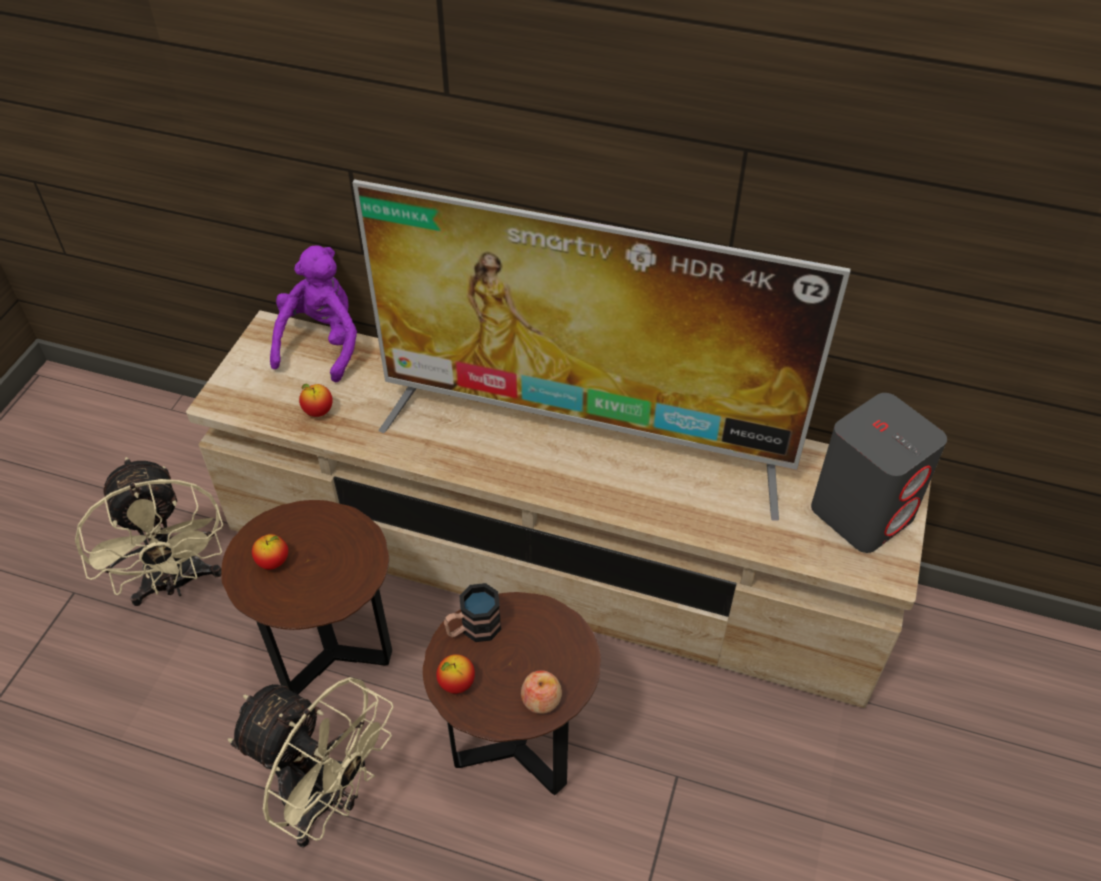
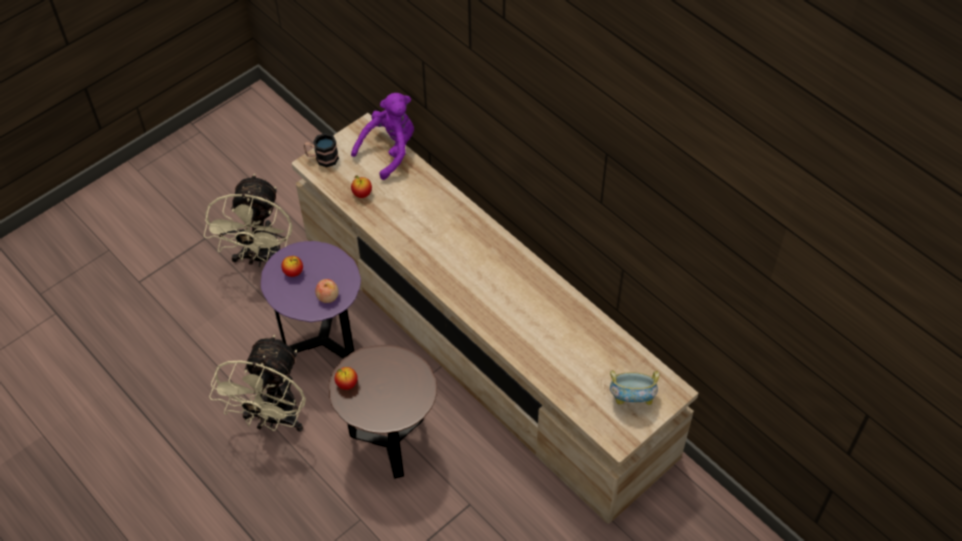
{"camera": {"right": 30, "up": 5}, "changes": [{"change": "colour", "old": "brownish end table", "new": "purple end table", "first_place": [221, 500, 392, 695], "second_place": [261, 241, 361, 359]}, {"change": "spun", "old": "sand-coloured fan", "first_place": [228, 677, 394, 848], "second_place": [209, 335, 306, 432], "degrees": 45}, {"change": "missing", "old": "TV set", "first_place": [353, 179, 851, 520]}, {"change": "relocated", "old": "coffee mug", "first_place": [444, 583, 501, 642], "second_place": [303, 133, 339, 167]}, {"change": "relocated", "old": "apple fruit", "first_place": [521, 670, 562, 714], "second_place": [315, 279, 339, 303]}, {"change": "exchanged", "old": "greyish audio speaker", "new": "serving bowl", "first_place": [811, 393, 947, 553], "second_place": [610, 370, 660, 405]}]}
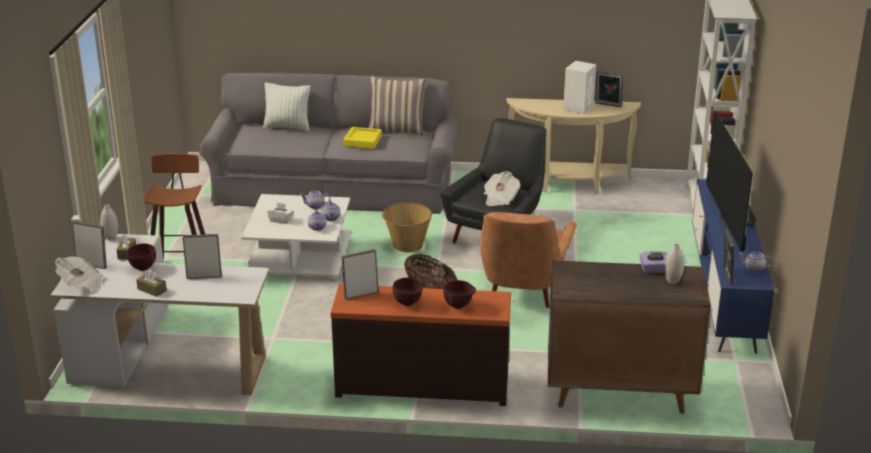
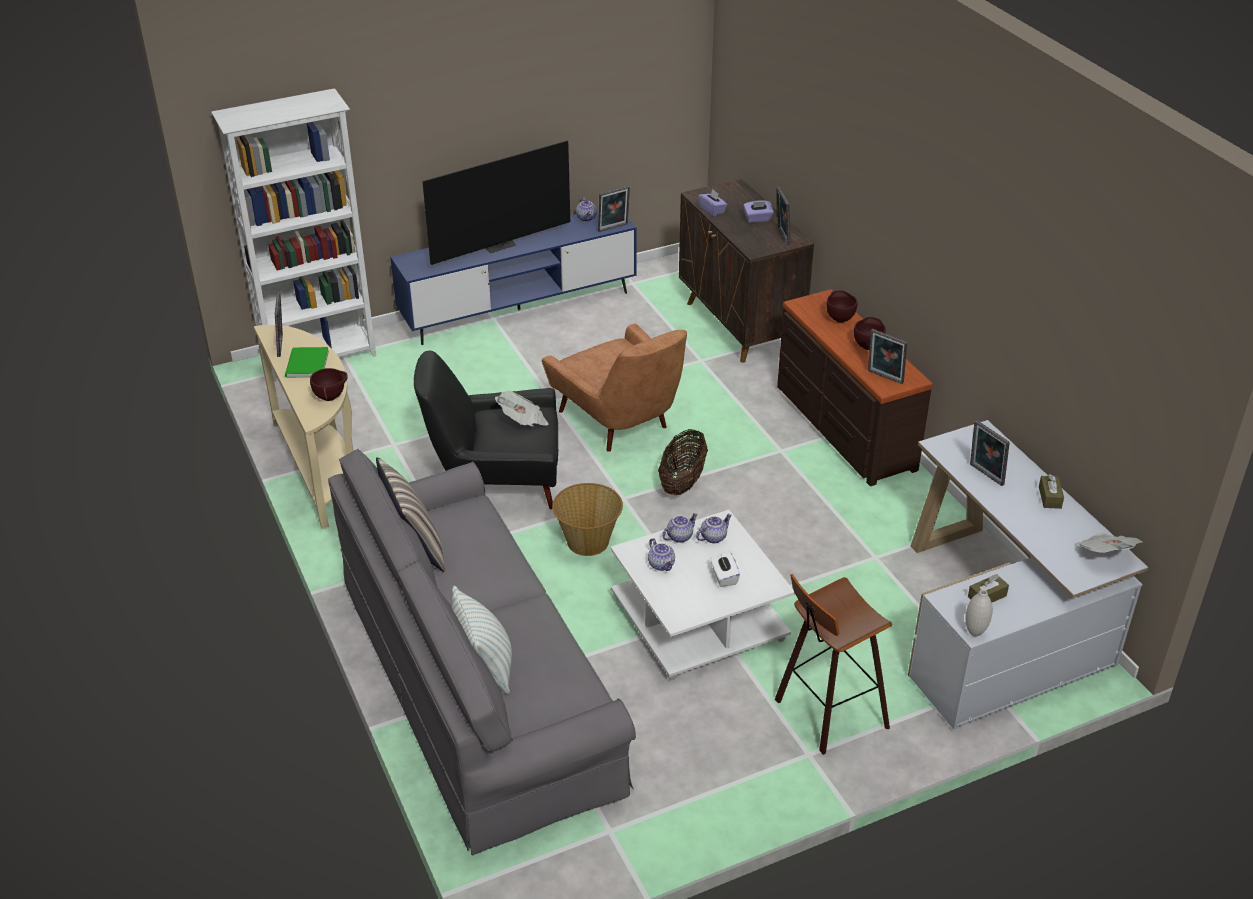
{"camera": {"right": -120, "up": 10}, "changes": [{"change": "relocated", "old": "standing frame", "first_place": [72, 221, 107, 269], "second_place": [776, 187, 791, 245]}, {"change": "relocated", "old": "brownish serving bowl", "first_place": [127, 244, 156, 271], "second_place": [310, 368, 348, 401]}, {"change": "missing", "old": "yellowish serving tray", "first_place": [344, 127, 382, 149]}, {"change": "spun", "old": "brownish armchair", "first_place": [480, 212, 577, 308], "second_place": [542, 324, 687, 452], "degrees": 75}, {"change": "exchanged", "old": "whitish audio speaker", "new": "green volume", "first_place": [563, 61, 596, 115], "second_place": [285, 347, 329, 378]}, {"change": "missing", "old": "whitish vase", "first_place": [665, 244, 684, 284]}, {"change": "appeared", "new": "purple tissue box", "second_place": [743, 200, 774, 223]}]}
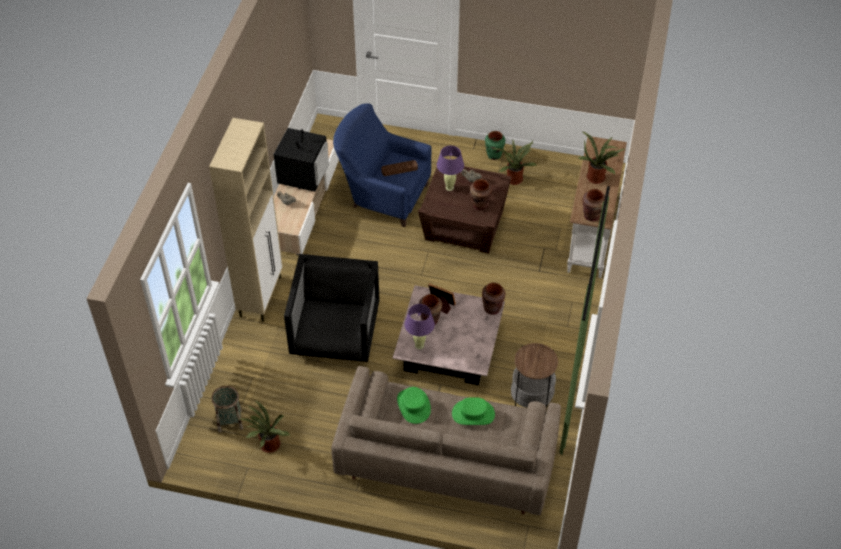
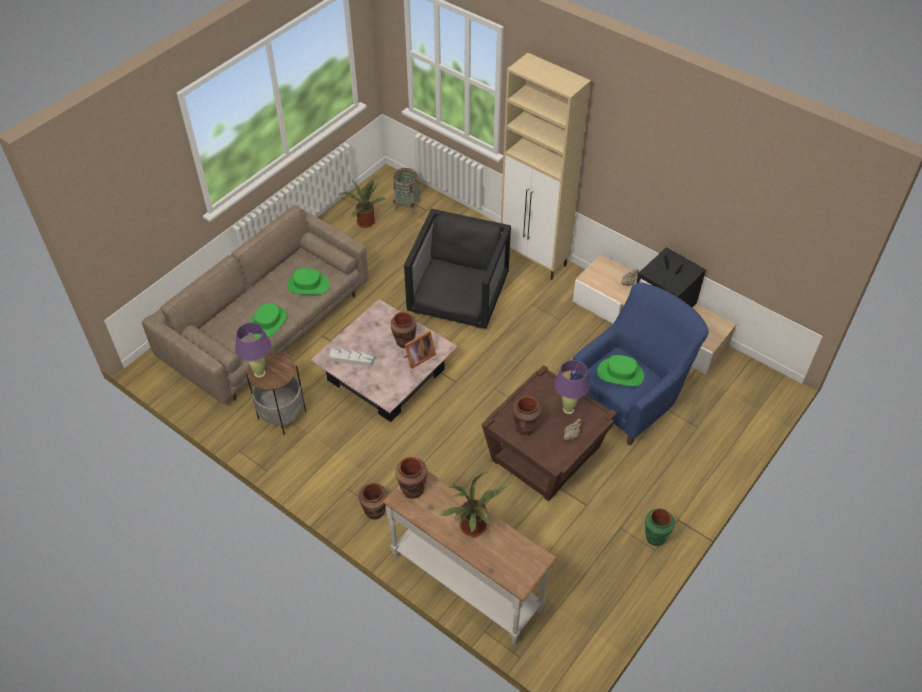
{"camera": {"right": 115, "up": 0}, "changes": [{"change": "spun", "old": "black armchair", "first_place": [284, 254, 379, 362], "second_place": [404, 209, 511, 329], "degrees": -105}, {"change": "exchanged", "old": "brownish serving tray", "new": "green wearable hat", "first_place": [381, 160, 418, 176], "second_place": [597, 355, 644, 386]}, {"change": "relocated", "old": "purple tabletop lamp", "first_place": [404, 304, 435, 349], "second_place": [235, 322, 271, 378]}, {"change": "relocated", "old": "brownish vase", "first_place": [482, 283, 506, 315], "second_place": [358, 483, 388, 519]}, {"change": "missing", "old": "plant in a pot", "first_place": [494, 140, 537, 185]}, {"change": "appeared", "new": "greyish serving tray", "second_place": [330, 348, 375, 366]}]}
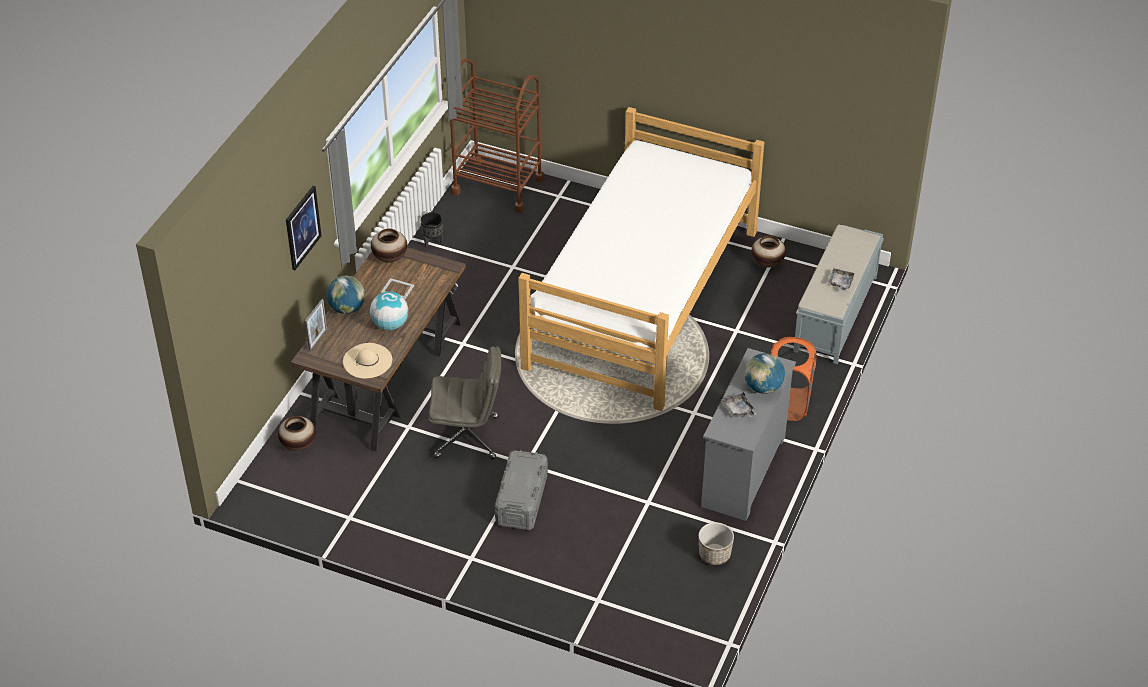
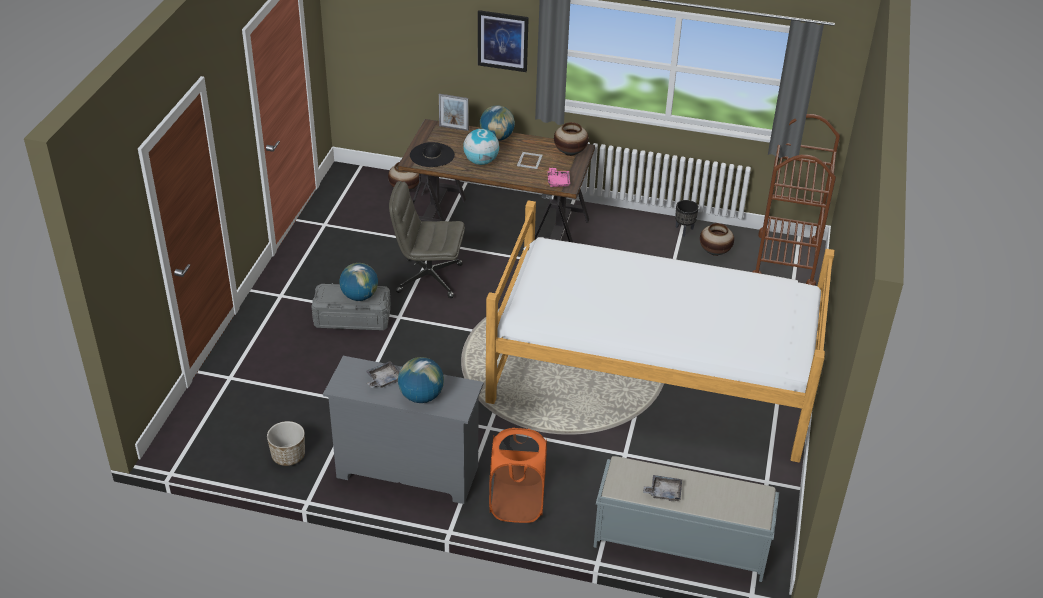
{"camera": {"right": 80, "up": -5}, "changes": [{"change": "colour", "old": "sand-coloured wearable hat", "new": "black wearable hat", "first_place": [343, 343, 392, 378], "second_place": [410, 142, 455, 167]}, {"change": "spun", "old": "greyish office chair", "first_place": [429, 346, 501, 459], "second_place": [389, 181, 465, 298], "degrees": 105}, {"change": "relocated", "old": "vase", "first_place": [752, 235, 786, 268], "second_place": [700, 223, 734, 256]}, {"change": "appeared", "new": "world globe", "second_place": [339, 263, 378, 301]}, {"change": "appeared", "new": "pink-coloured serving tray", "second_place": [548, 168, 570, 188]}]}
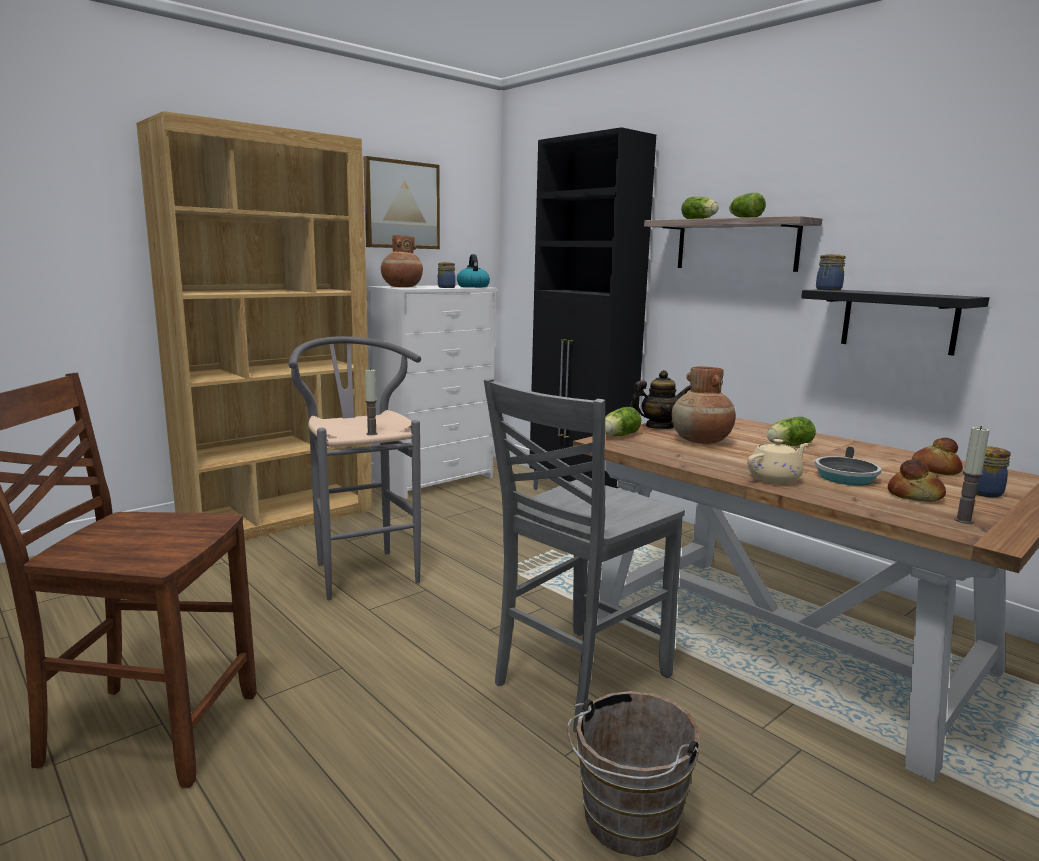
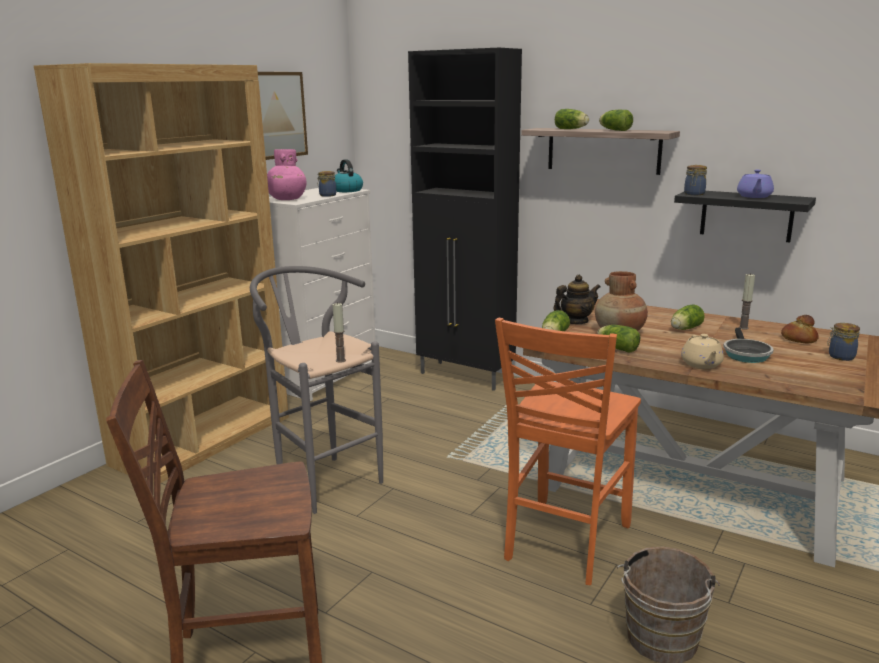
{"camera": {"right": -15, "up": 5}, "changes": [{"change": "colour", "old": "brownish vase", "new": "pink-coloured vase", "first_place": [381, 235, 423, 287], "second_place": [267, 149, 306, 200]}, {"change": "colour", "old": "greyish chair", "new": "orange chair", "first_place": [484, 378, 685, 733], "second_place": [495, 318, 641, 585]}, {"change": "spun", "old": "sand-coloured teapot", "first_place": [747, 439, 808, 484], "second_place": [681, 334, 724, 369], "degrees": 135}, {"change": "missing", "old": "bakery bread", "first_place": [888, 459, 946, 501]}, {"change": "relocated", "old": "candle", "first_place": [954, 426, 990, 524], "second_place": [739, 273, 755, 330]}, {"change": "appeared", "new": "lettuce head", "second_place": [597, 325, 640, 353]}, {"change": "appeared", "new": "purple teapot", "second_place": [737, 170, 774, 198]}]}
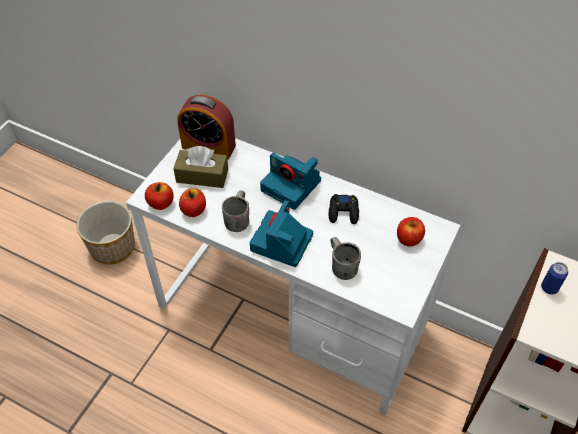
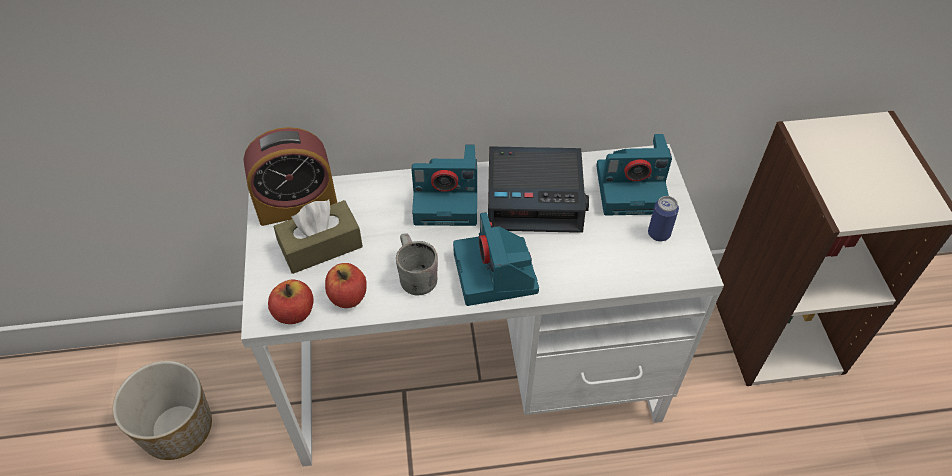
{"camera": {"right": -35, "up": 0}, "changes": [{"change": "exchanged", "old": "black joypad", "new": "table clock", "first_place": [329, 194, 359, 224], "second_place": [488, 146, 589, 233]}, {"change": "missing", "old": "greyish coffee mug", "first_place": [331, 237, 361, 280]}, {"change": "exchanged", "old": "apple fruit", "new": "photo camera", "first_place": [397, 217, 425, 246], "second_place": [596, 134, 672, 216]}, {"change": "relocated", "old": "metal can", "first_place": [541, 262, 568, 294], "second_place": [648, 196, 679, 241]}]}
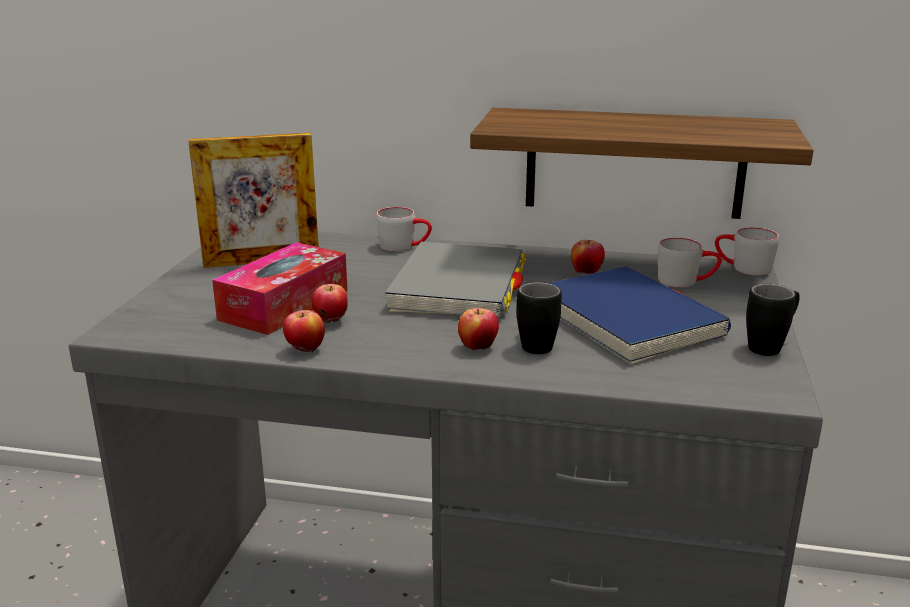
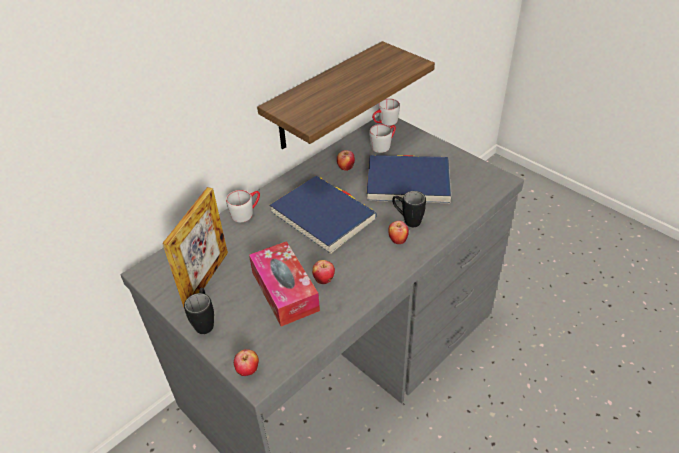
{"camera": {"right": -55, "up": 20}, "changes": [{"change": "relocated", "old": "apple fruit", "first_place": [283, 310, 325, 352], "second_place": [234, 349, 259, 376]}, {"change": "colour", "old": "greyish volume", "new": "blue-coloured volume", "first_place": [385, 242, 526, 318], "second_place": [269, 176, 377, 254]}, {"change": "relocated", "old": "black coffee mug", "first_place": [746, 284, 800, 356], "second_place": [184, 288, 214, 334]}]}
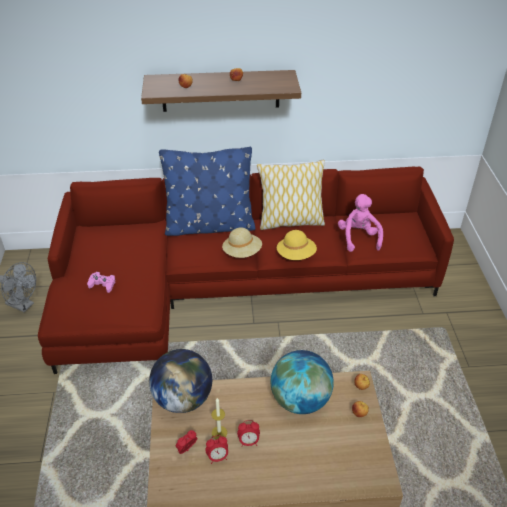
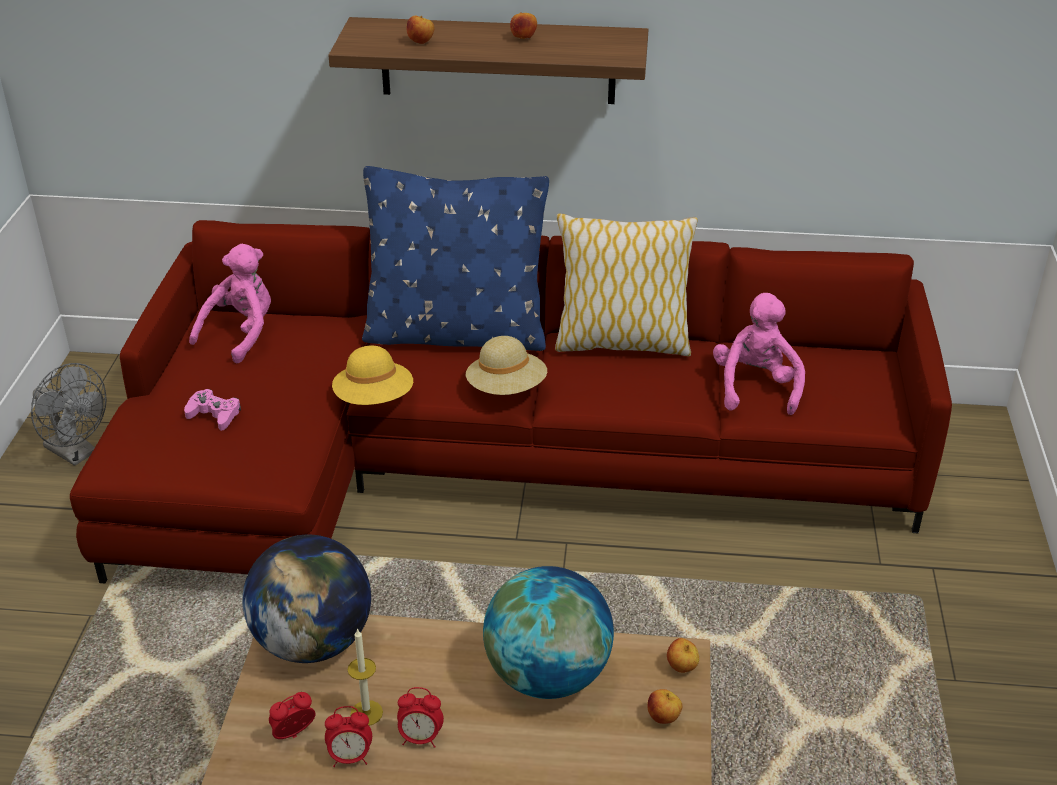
{"camera": {"right": 10, "up": -5}, "changes": [{"change": "relocated", "old": "yellowish wearable hat", "first_place": [277, 230, 317, 260], "second_place": [332, 346, 413, 405]}, {"change": "appeared", "new": "pink-coloured cuddly toy", "second_place": [189, 244, 271, 363]}]}
